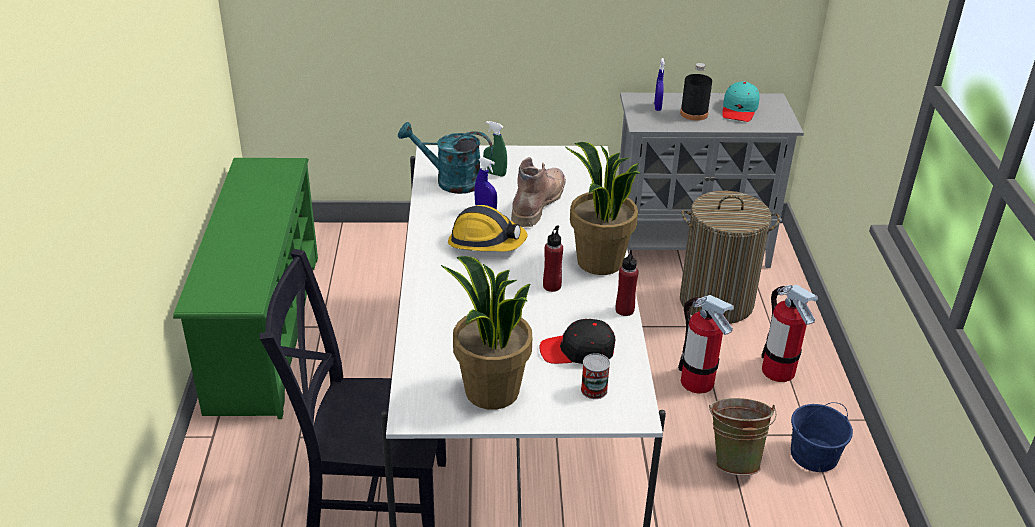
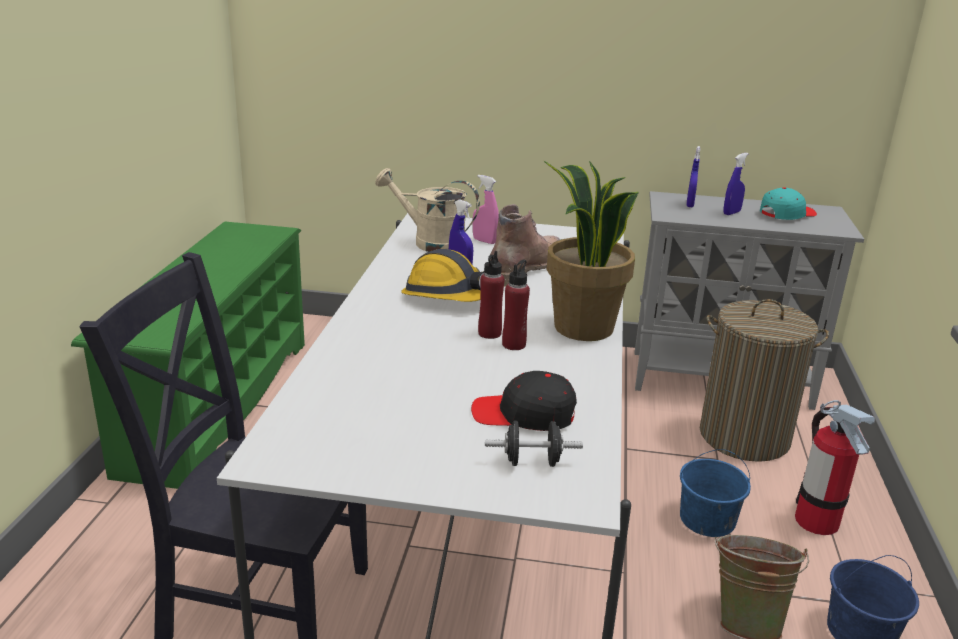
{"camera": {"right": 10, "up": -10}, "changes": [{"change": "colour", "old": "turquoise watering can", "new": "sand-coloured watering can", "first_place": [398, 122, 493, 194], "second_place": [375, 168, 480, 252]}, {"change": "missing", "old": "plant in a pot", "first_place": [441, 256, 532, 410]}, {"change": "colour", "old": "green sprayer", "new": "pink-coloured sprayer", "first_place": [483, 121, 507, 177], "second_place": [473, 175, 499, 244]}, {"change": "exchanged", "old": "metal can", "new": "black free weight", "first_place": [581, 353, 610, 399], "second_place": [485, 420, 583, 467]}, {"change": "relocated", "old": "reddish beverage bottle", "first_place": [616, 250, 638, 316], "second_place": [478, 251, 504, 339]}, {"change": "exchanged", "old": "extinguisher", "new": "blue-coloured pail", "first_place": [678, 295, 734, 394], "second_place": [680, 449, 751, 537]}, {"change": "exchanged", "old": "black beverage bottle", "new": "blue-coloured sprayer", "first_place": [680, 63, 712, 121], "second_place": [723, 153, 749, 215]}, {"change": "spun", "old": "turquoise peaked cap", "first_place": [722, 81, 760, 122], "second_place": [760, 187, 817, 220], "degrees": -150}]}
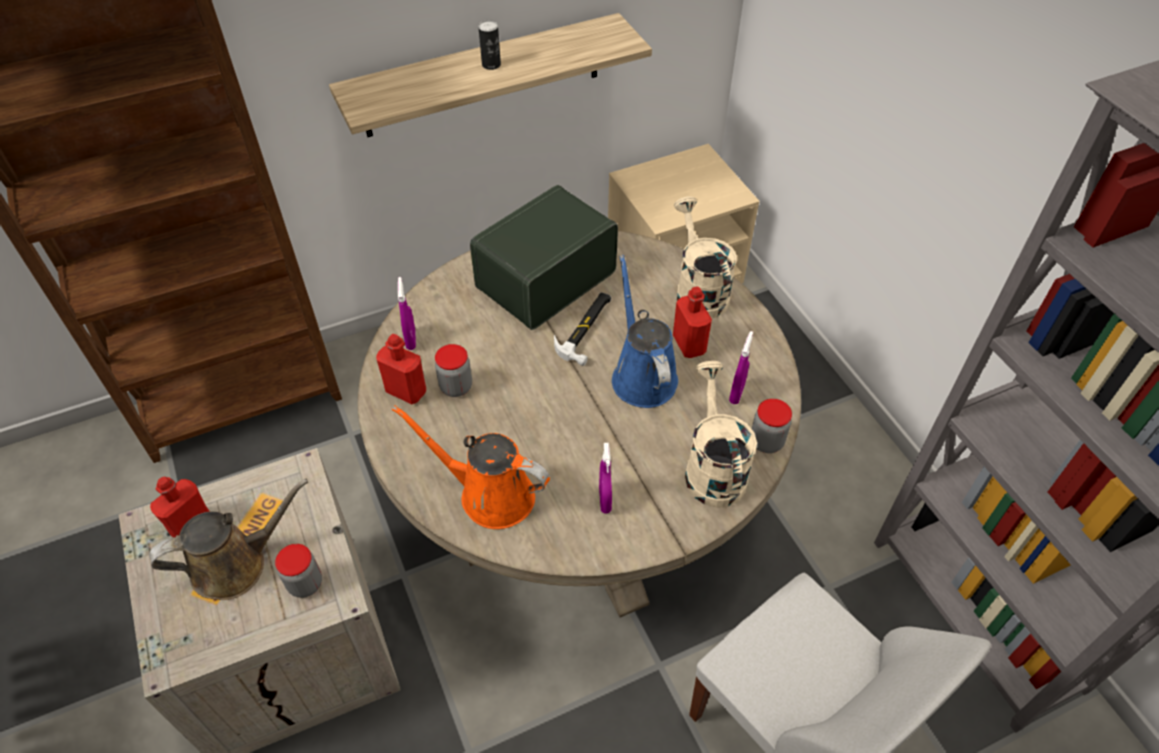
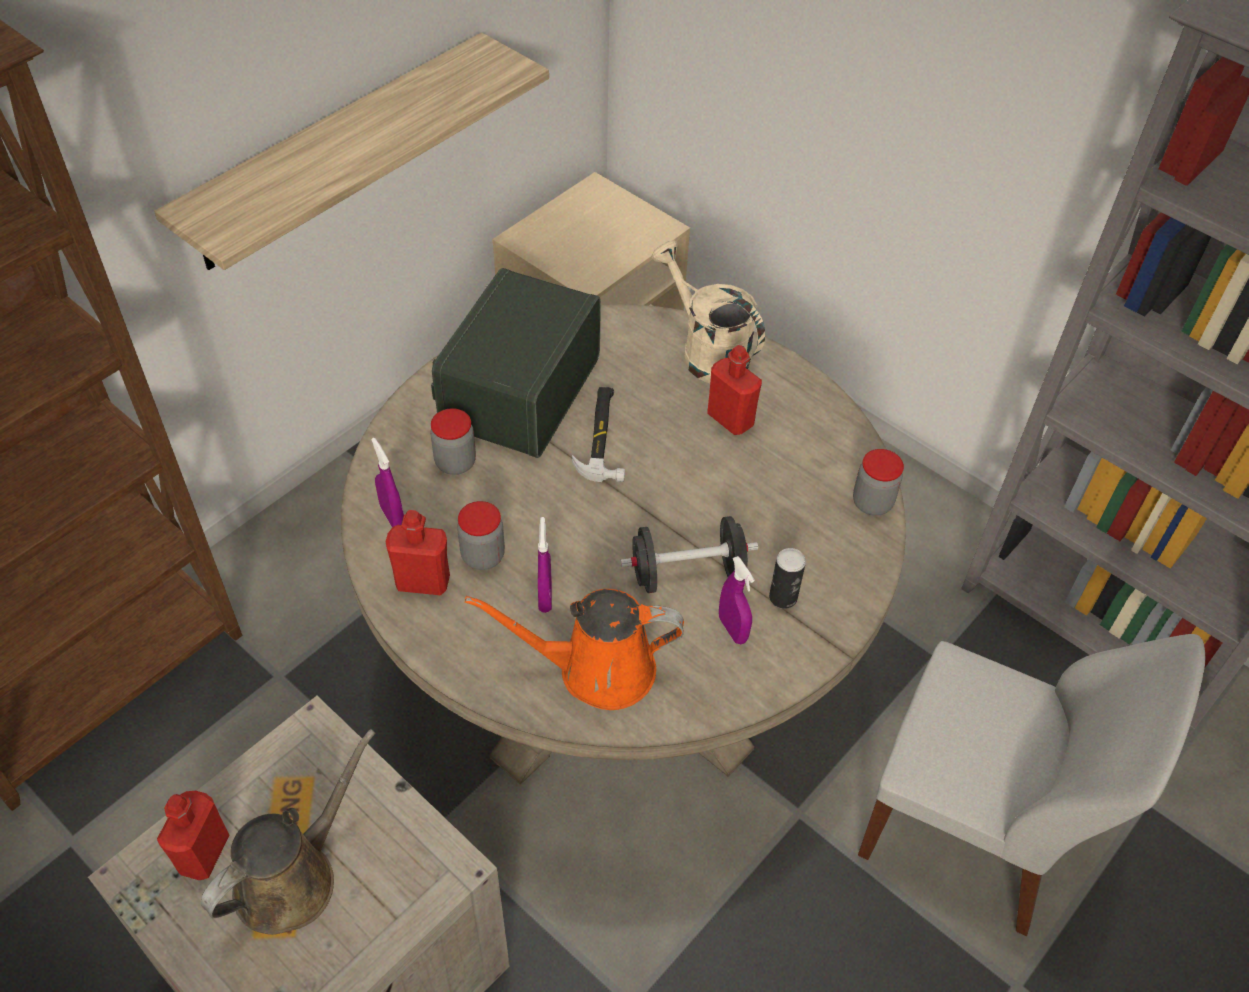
{"camera": {"right": -25, "up": 0}, "changes": [{"change": "relocated", "old": "storage jar", "first_place": [275, 544, 322, 598], "second_place": [430, 408, 476, 475]}, {"change": "relocated", "old": "metal can", "first_place": [479, 20, 501, 70], "second_place": [769, 548, 806, 609]}, {"change": "missing", "old": "blue-coloured watering can", "first_place": [612, 255, 678, 408]}, {"change": "missing", "old": "sand-coloured watering can", "first_place": [685, 361, 757, 508]}, {"change": "relocated", "old": "purple sprayer", "first_place": [729, 331, 753, 404], "second_place": [538, 517, 552, 613]}, {"change": "appeared", "new": "black free weight", "second_place": [620, 516, 758, 593]}]}
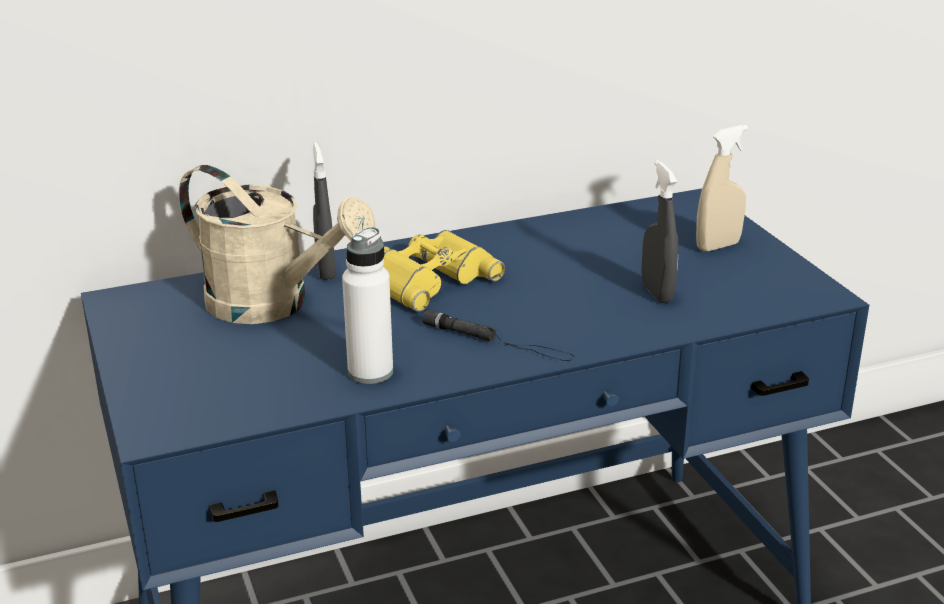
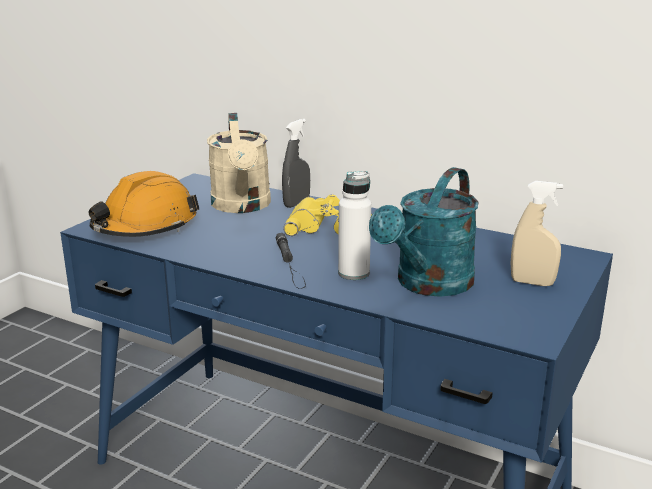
{"camera": {"right": 50, "up": -5}, "changes": [{"change": "relocated", "old": "whitish beverage bottle", "first_place": [342, 227, 393, 384], "second_place": [338, 171, 371, 280]}, {"change": "exchanged", "old": "greyish sprayer", "new": "turquoise watering can", "first_place": [641, 160, 678, 303], "second_place": [369, 167, 478, 297]}, {"change": "appeared", "new": "orange safety helmet", "second_place": [89, 171, 199, 237]}]}
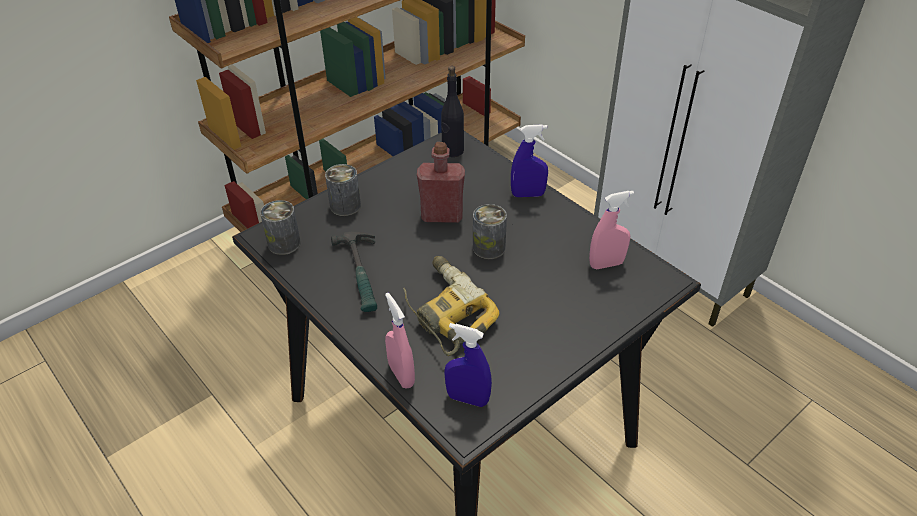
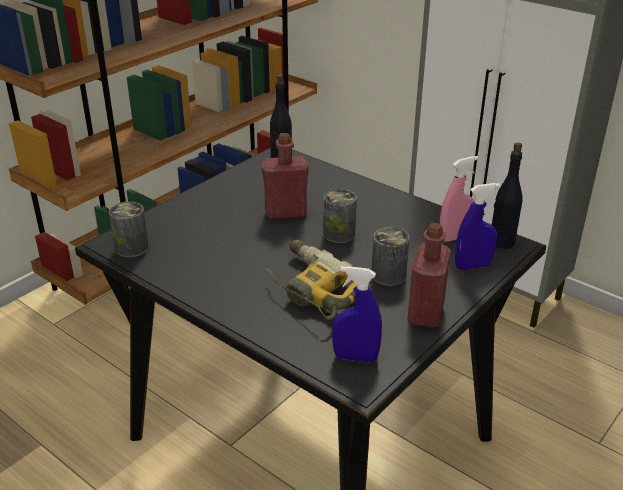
{"camera": {"right": -10, "up": -10}, "changes": [{"change": "relocated", "old": "metal can", "first_place": [325, 164, 361, 216], "second_place": [372, 227, 410, 286]}, {"change": "missing", "old": "hand hammer", "first_place": [331, 231, 377, 312]}, {"change": "missing", "old": "pink-coloured sprayer", "first_place": [385, 293, 415, 389]}, {"change": "relocated", "old": "blue-coloured sprayer", "first_place": [511, 124, 548, 197], "second_place": [455, 183, 501, 270]}, {"change": "appeared", "new": "reddish beverage bottle", "second_place": [407, 223, 451, 328]}, {"change": "appeared", "new": "black beverage bottle", "second_place": [492, 143, 523, 249]}]}
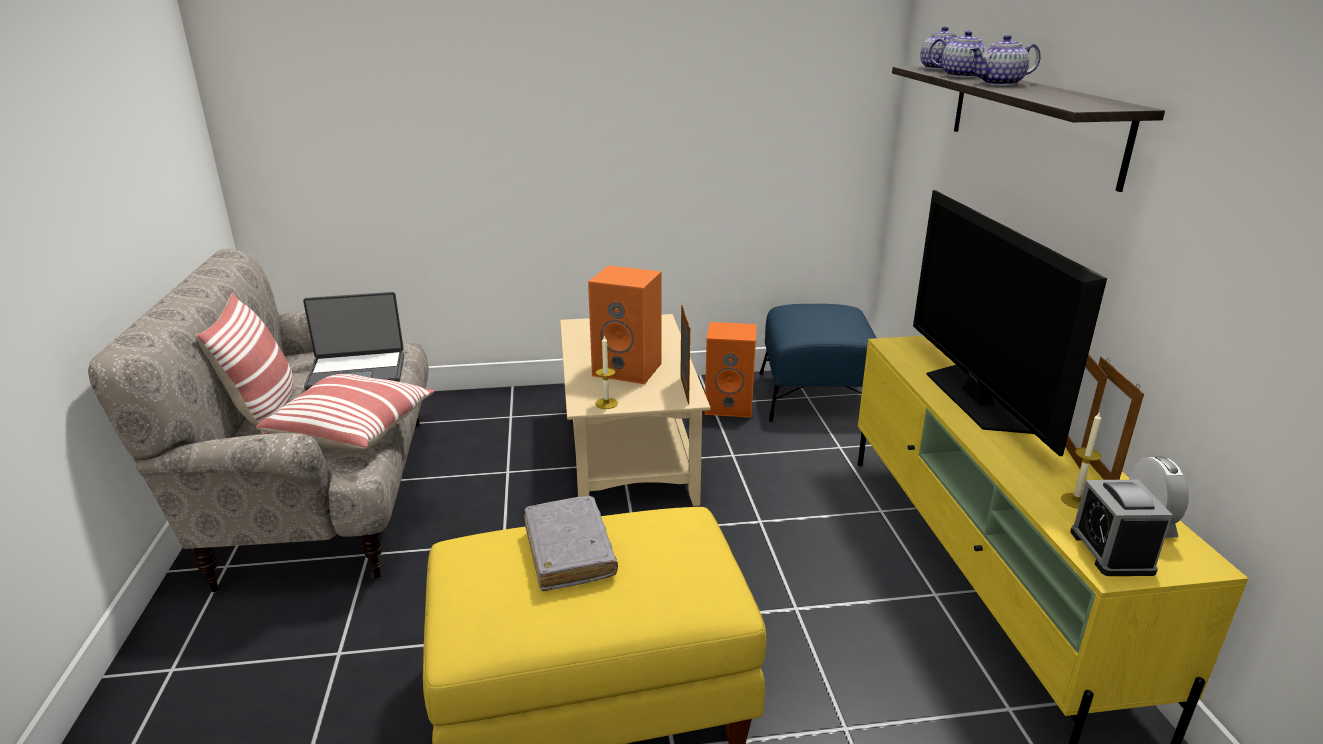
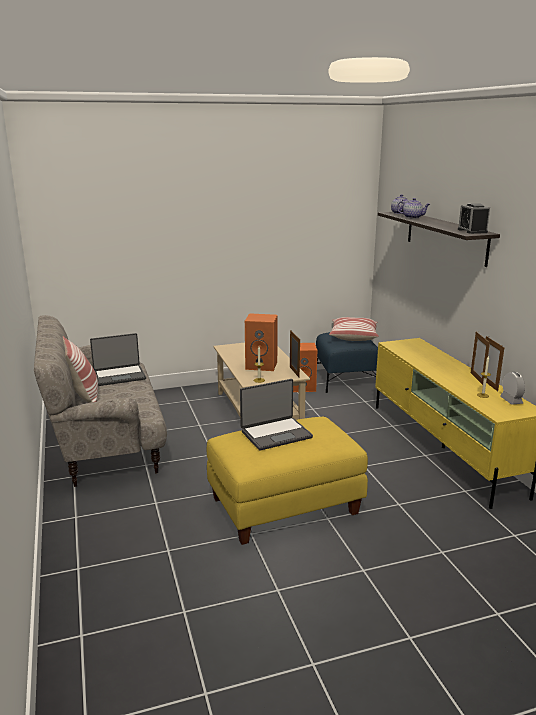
{"camera": {"right": -10, "up": -5}, "changes": [{"change": "relocated", "old": "pillow", "first_place": [256, 373, 435, 451], "second_place": [329, 317, 379, 341]}, {"change": "exchanged", "old": "greyish volume", "new": "portable computer", "first_place": [524, 496, 618, 591], "second_place": [240, 379, 313, 450]}, {"change": "missing", "old": "TV set", "first_place": [913, 190, 1107, 456]}, {"change": "missing", "old": "teapot", "first_place": [970, 35, 1041, 86]}, {"change": "relocated", "old": "table clock", "first_place": [1070, 480, 1173, 576], "second_place": [458, 203, 490, 234]}]}
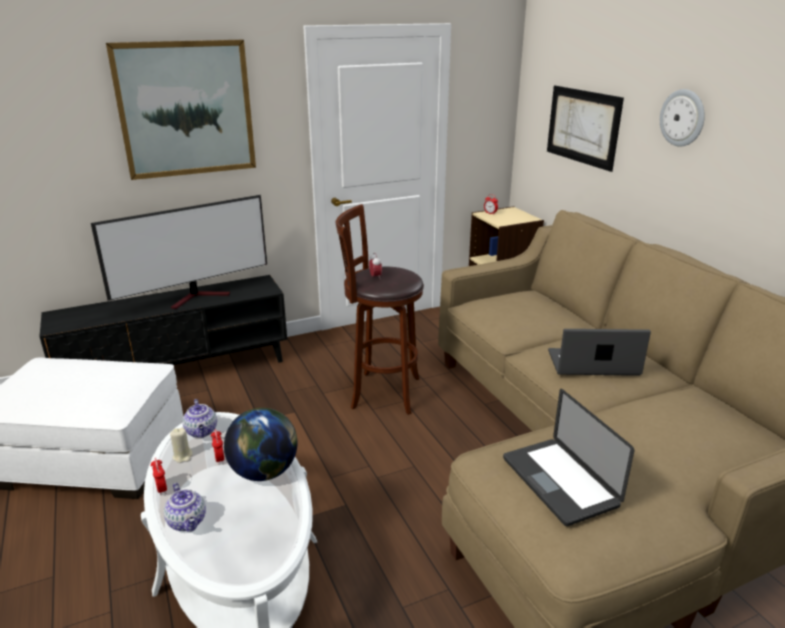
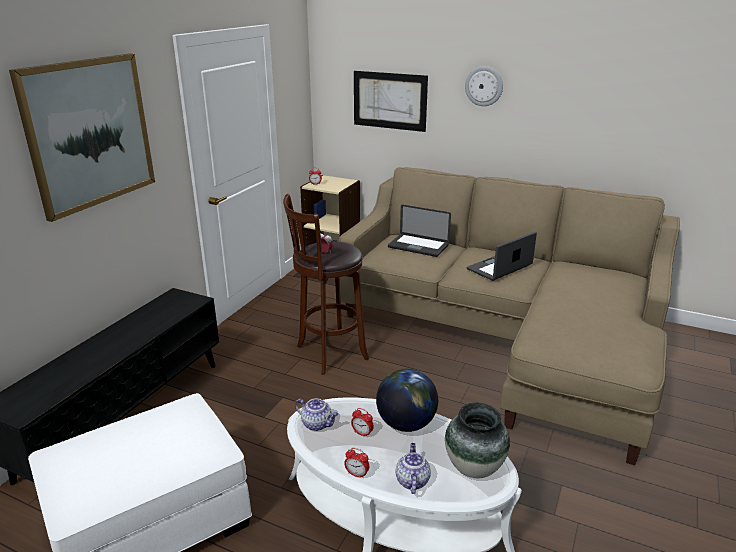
{"camera": {"right": -40, "up": 0}, "changes": [{"change": "missing", "old": "TV set", "first_place": [91, 195, 267, 309]}, {"change": "spun", "old": "teapot", "first_place": [164, 483, 206, 532], "second_place": [395, 443, 431, 494], "degrees": -105}, {"change": "missing", "old": "sand-coloured candle", "first_place": [170, 428, 193, 463]}, {"change": "relocated", "old": "portable computer", "first_place": [503, 389, 634, 526], "second_place": [388, 205, 451, 257]}, {"change": "appeared", "new": "vase", "second_place": [445, 403, 510, 478]}]}
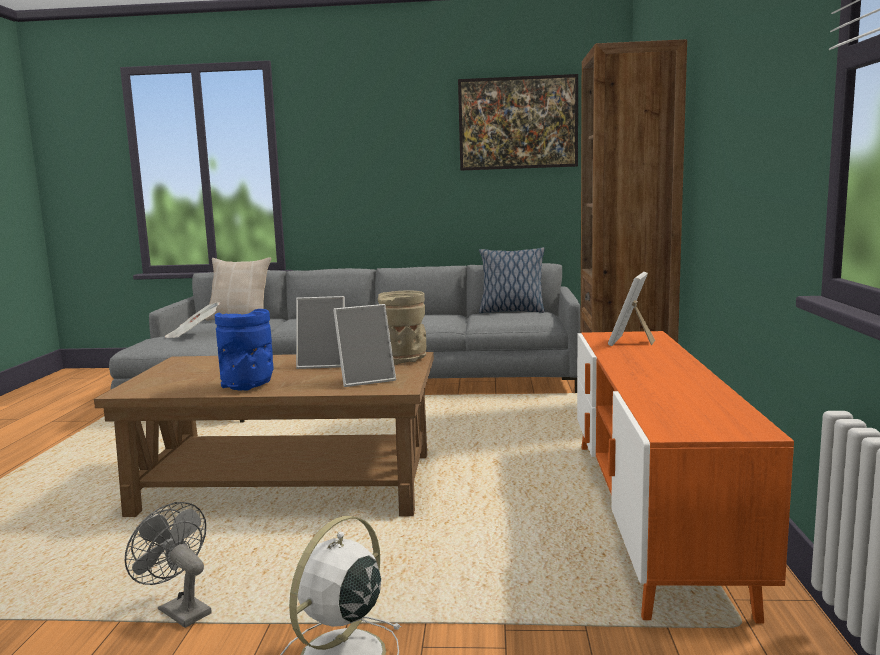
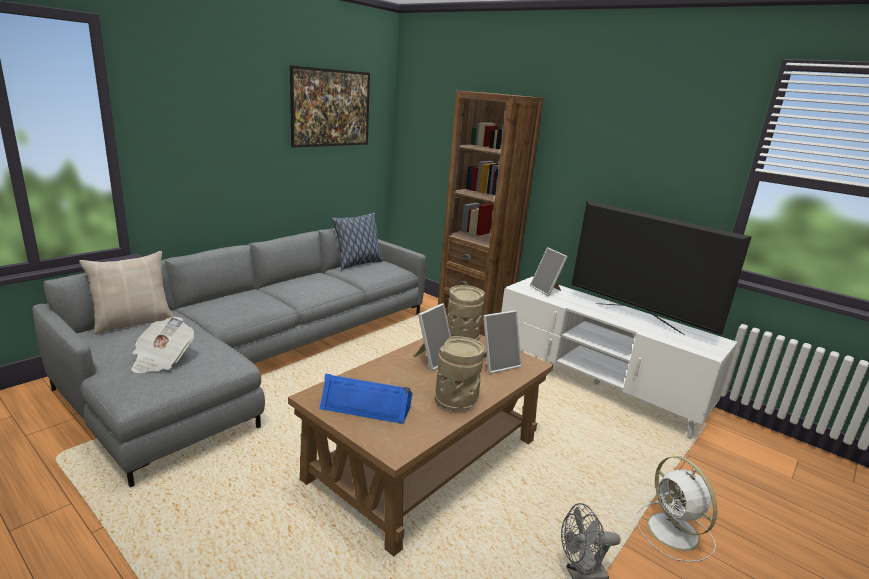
{"camera": {"right": -55, "up": 10}, "changes": [{"change": "colour", "old": "blue-coloured vase", "new": "sand-coloured vase", "first_place": [215, 309, 274, 391], "second_place": [435, 336, 484, 411]}, {"change": "spun", "old": "standing frame", "first_place": [333, 304, 396, 387], "second_place": [483, 310, 522, 374], "degrees": 45}, {"change": "colour", "old": "orange tv unit", "new": "whitish tv unit", "first_place": [577, 331, 794, 624], "second_place": [501, 276, 738, 439]}, {"change": "appeared", "new": "blue-coloured audio speaker", "second_place": [319, 373, 413, 424]}, {"change": "appeared", "new": "TV set", "second_place": [572, 201, 751, 335]}]}
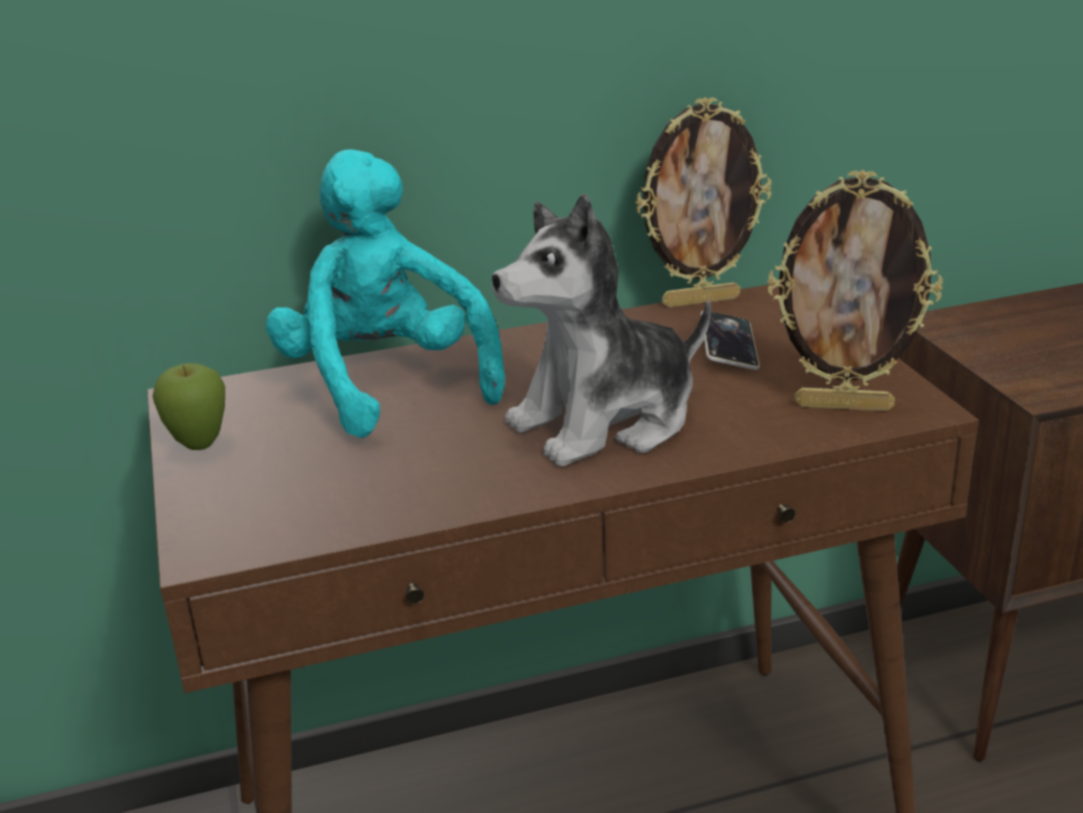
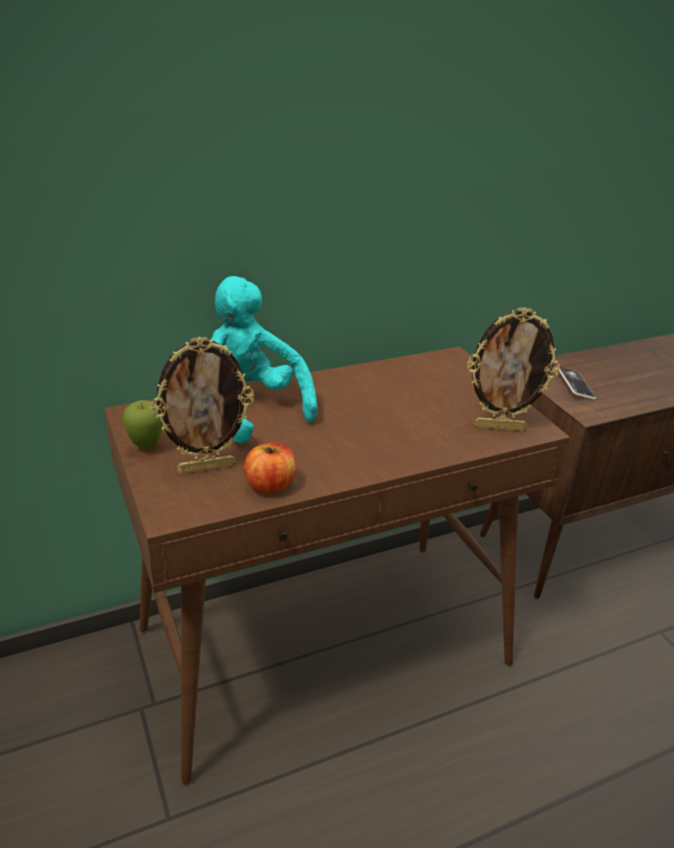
{"camera": {"right": -10, "up": 5}, "changes": [{"change": "missing", "old": "cuddly toy", "first_place": [492, 194, 711, 466]}, {"change": "relocated", "old": "standing frame", "first_place": [635, 97, 771, 308], "second_place": [151, 336, 254, 474]}, {"change": "relocated", "old": "telephone", "first_place": [701, 310, 760, 370], "second_place": [558, 367, 596, 399]}, {"change": "appeared", "new": "apple fruit", "second_place": [244, 442, 297, 494]}]}
